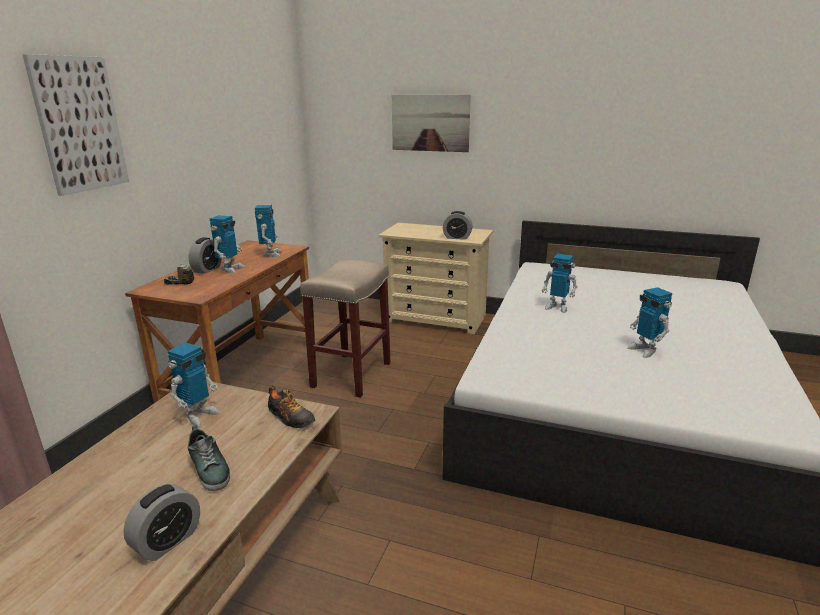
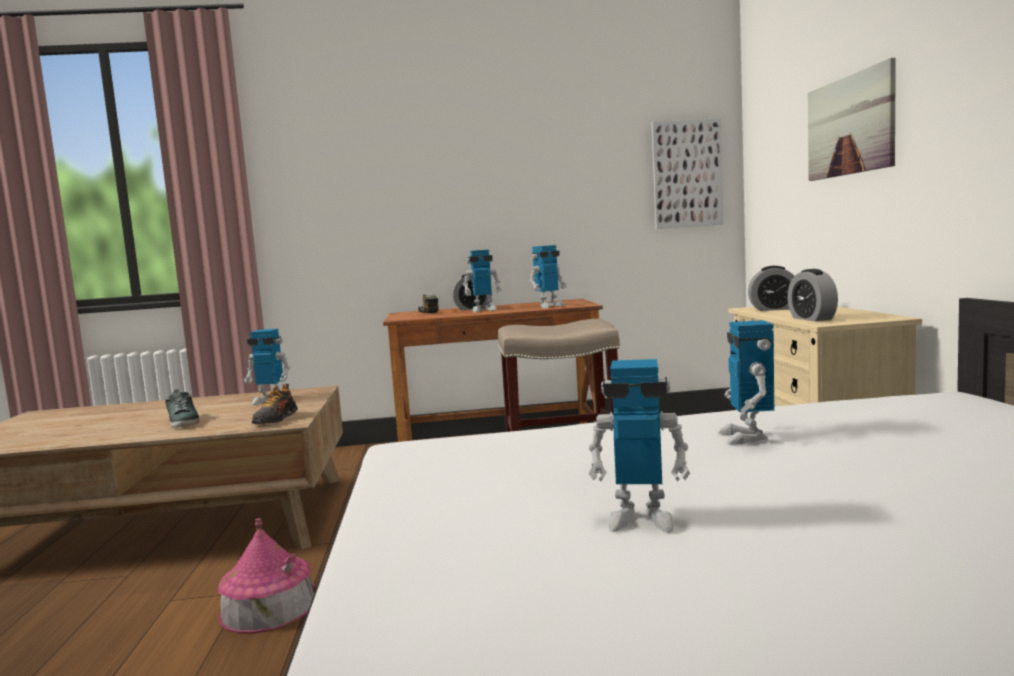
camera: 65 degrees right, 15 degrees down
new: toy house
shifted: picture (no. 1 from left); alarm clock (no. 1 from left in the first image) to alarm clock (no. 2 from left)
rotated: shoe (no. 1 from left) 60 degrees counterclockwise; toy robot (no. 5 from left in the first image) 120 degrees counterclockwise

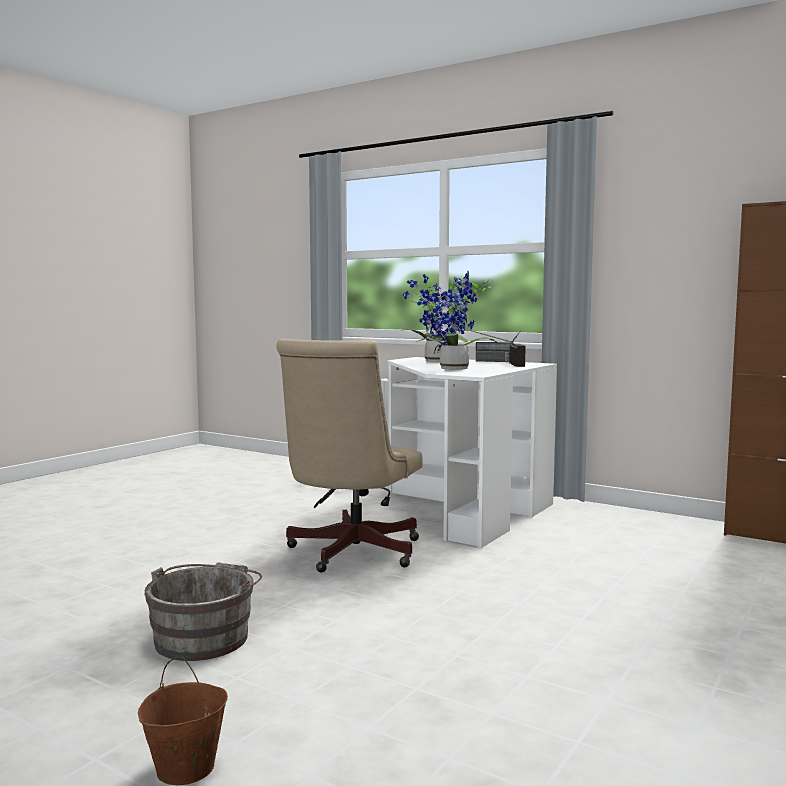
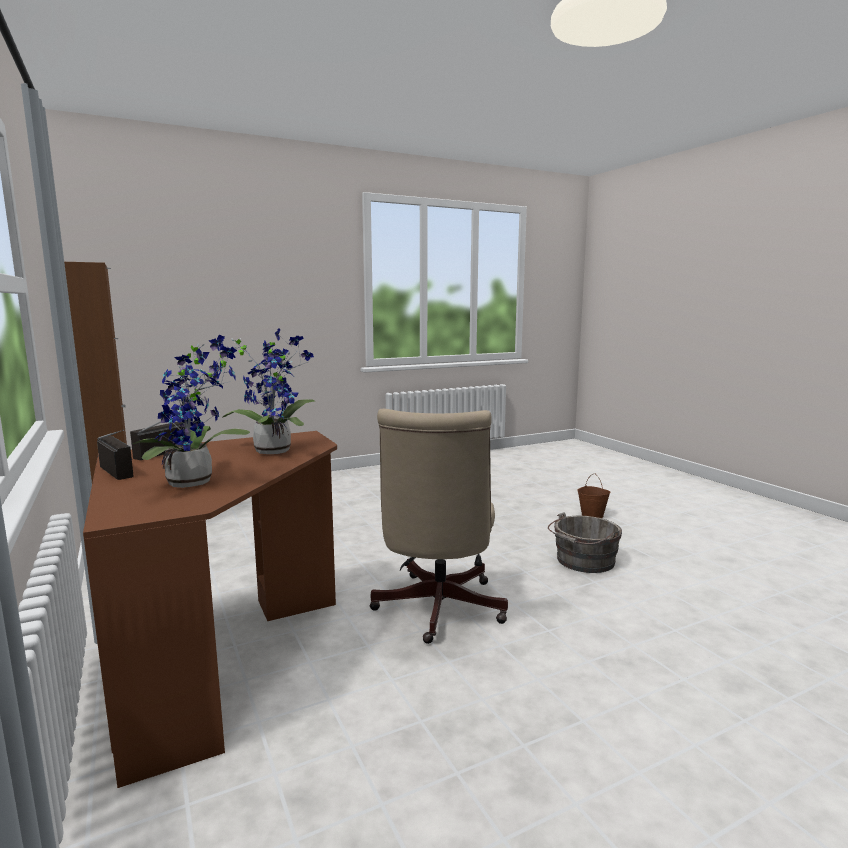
camera: 150 degrees left, 5 degrees up
repainted: white desk to brown desk
rotated: beige office chair 135 degrees clockwise

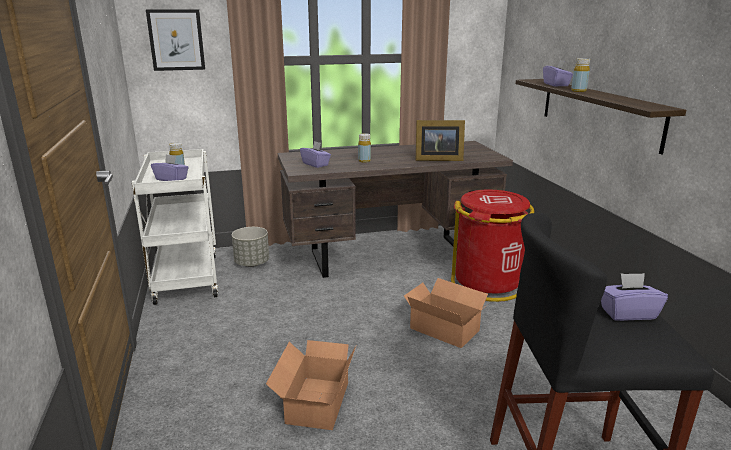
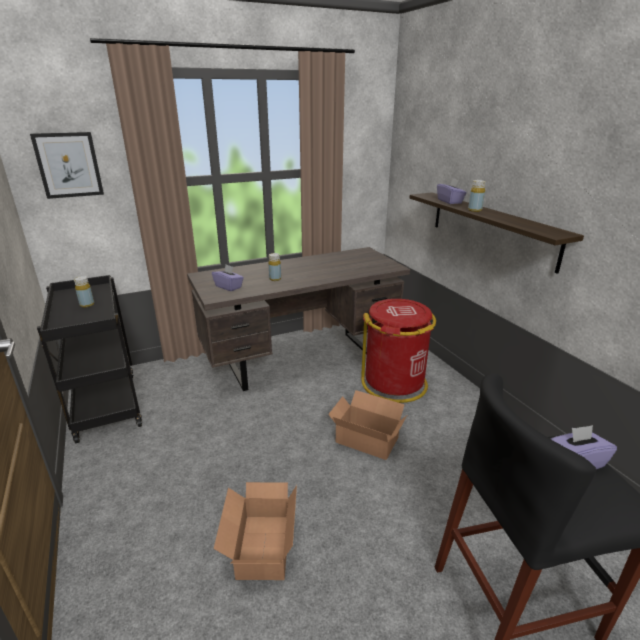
camera: 10 degrees left, 5 degrees up
gone: purple tissue box (no. 1 from left); grey planter; picture frame
repainted: white cart to black cart

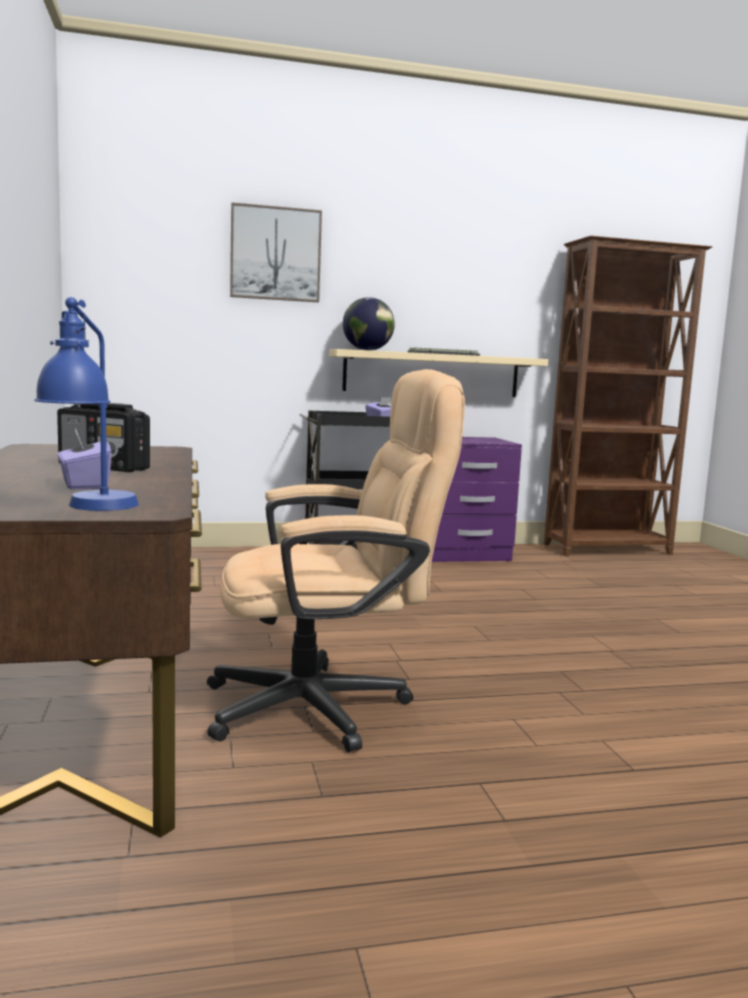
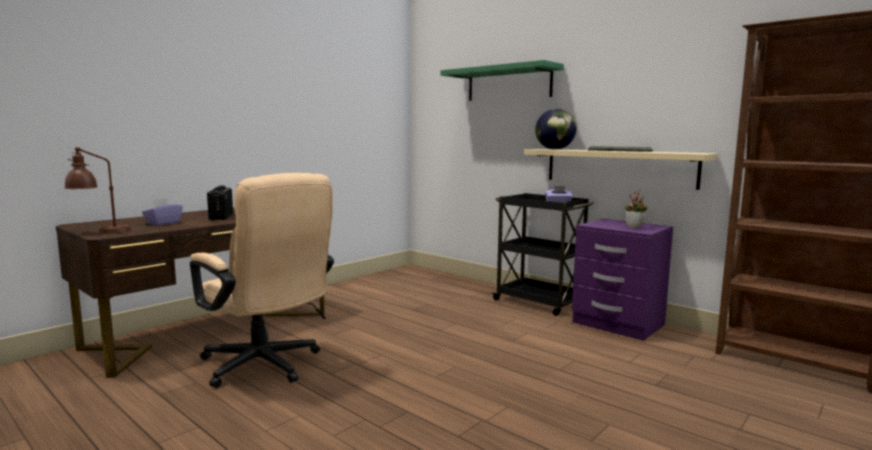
camera: 55 degrees right, 0 degrees up
new: potted plant
swapped: picture to green shelf
repainted: blue table lamp to brown table lamp

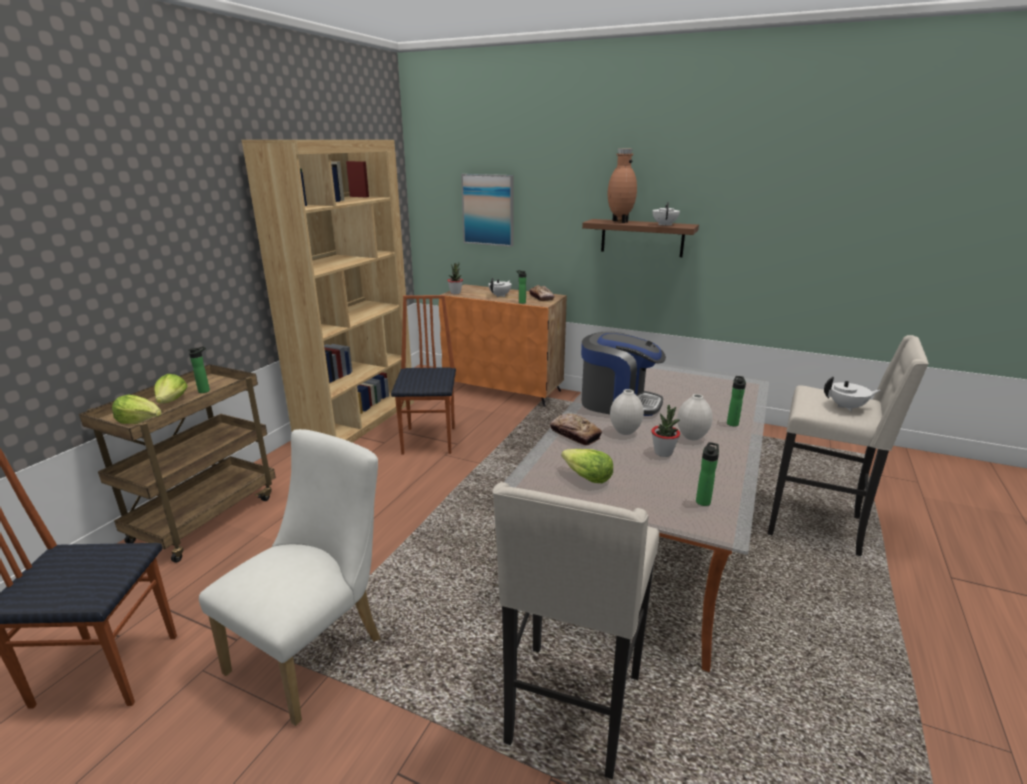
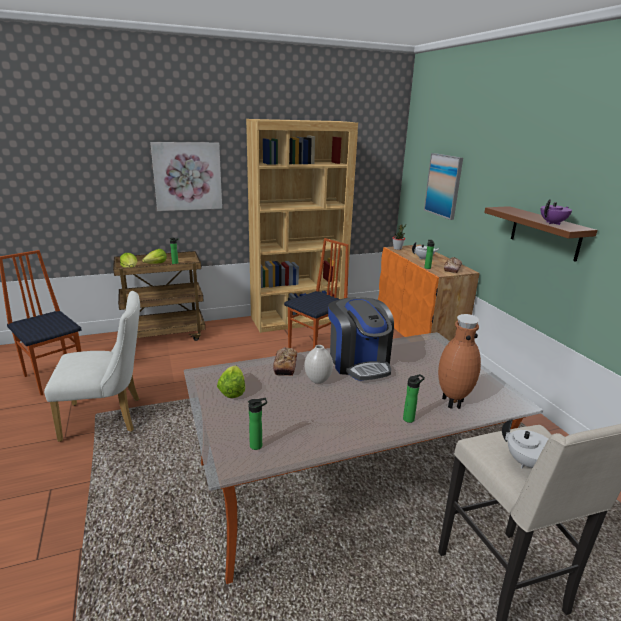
camera: 45 degrees right, 0 degrees up
gone: beige stool (no. 1 from left); potted plant (no. 2 from left); white vase (no. 2 from left)
new: picture (no. 1 from left)
shifted: brown vase
repainted: white teapot (no. 2 from left) to purple teapot

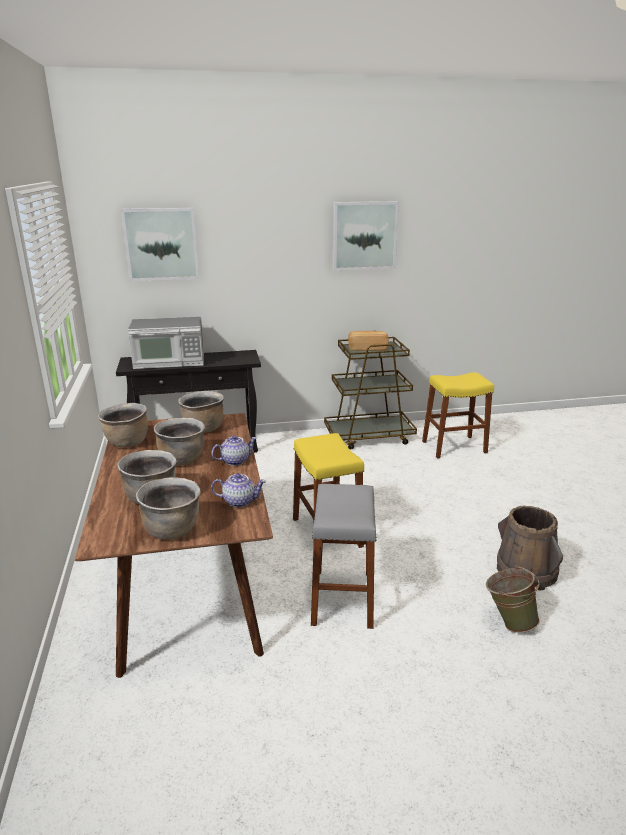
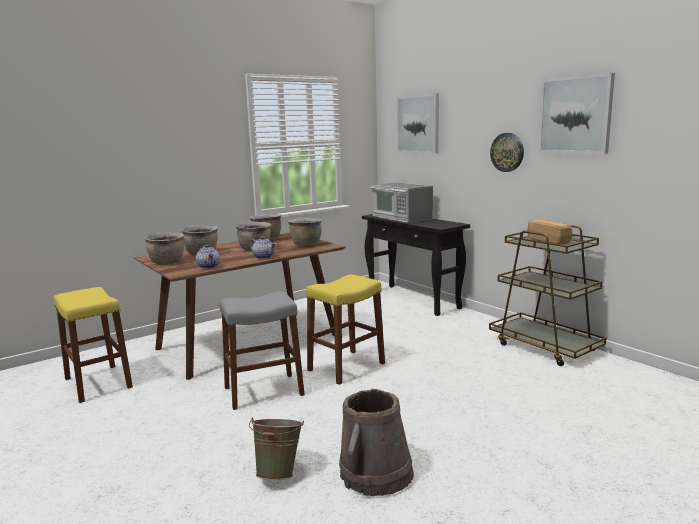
camera: 65 degrees right, 10 degrees down
new: wall clock
shifted: yellow stool (no. 2 from left in the first image) to yellow stool (no. 1 from left)

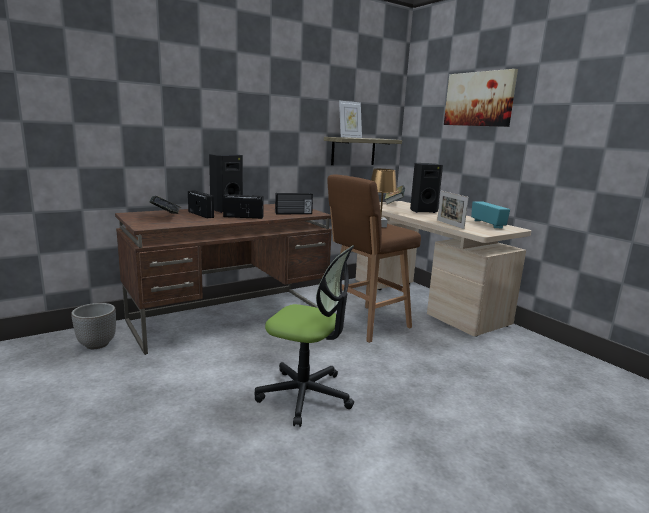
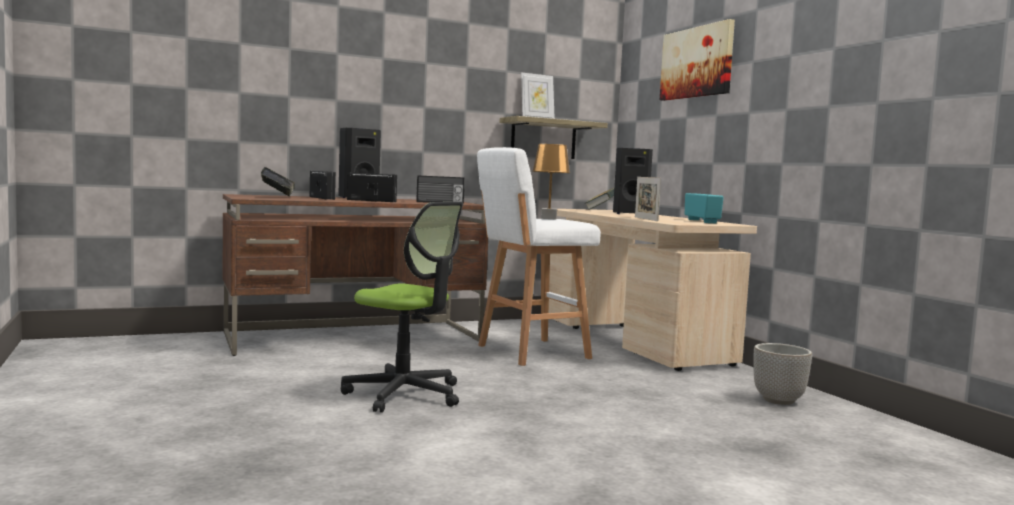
camera: 10 degrees right, 10 degrees down
shifted: planter
repainted: brown stool to white stool

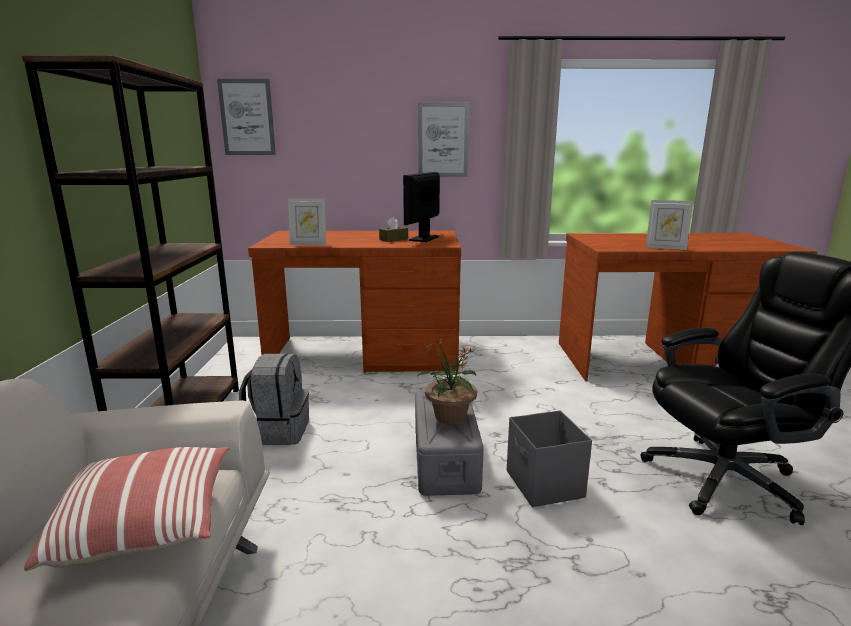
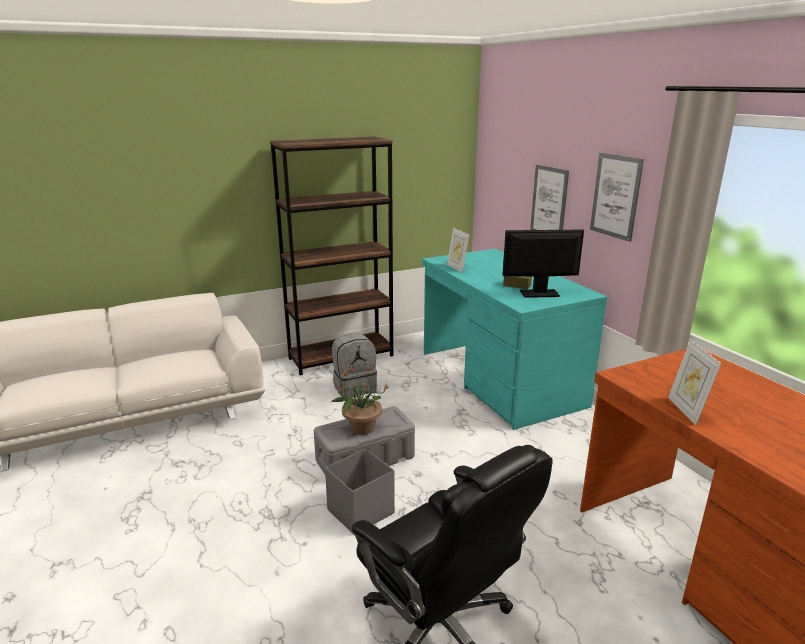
camera: 65 degrees right, 5 degrees up
gone: pillow
shifted: picture (no. 1 from left)
repainted: brown desk (no. 1 from left) to turquoise desk

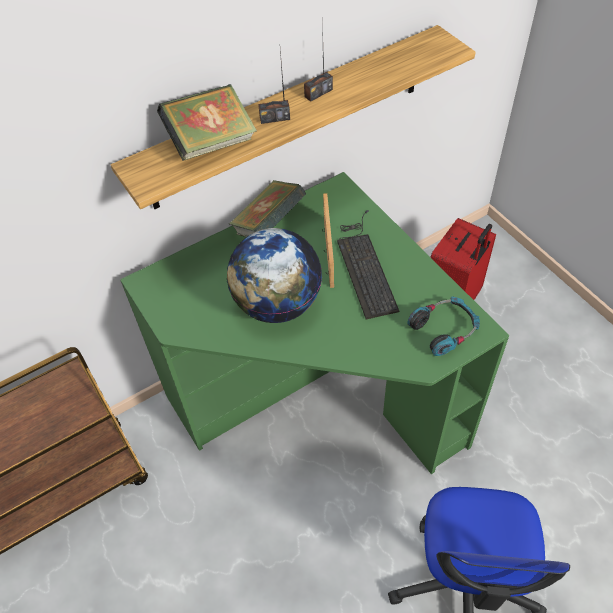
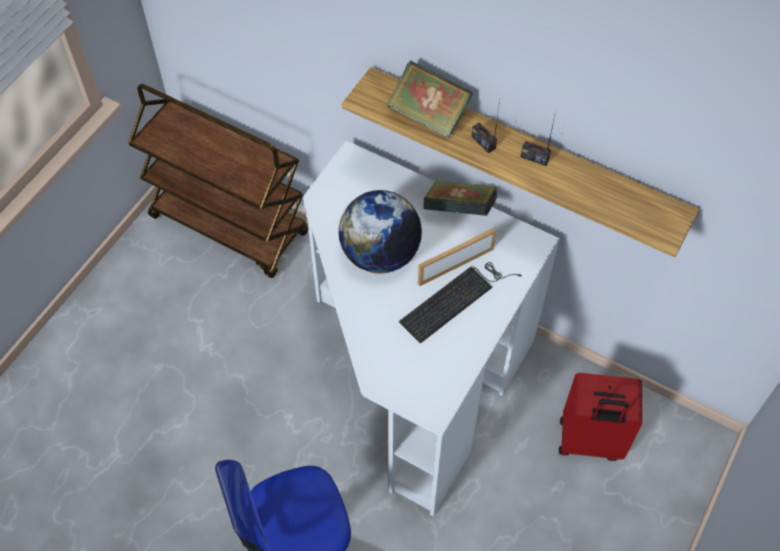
camera: 60 degrees right, 5 degrees up
gone: headphones
repainted: green desk to white desk

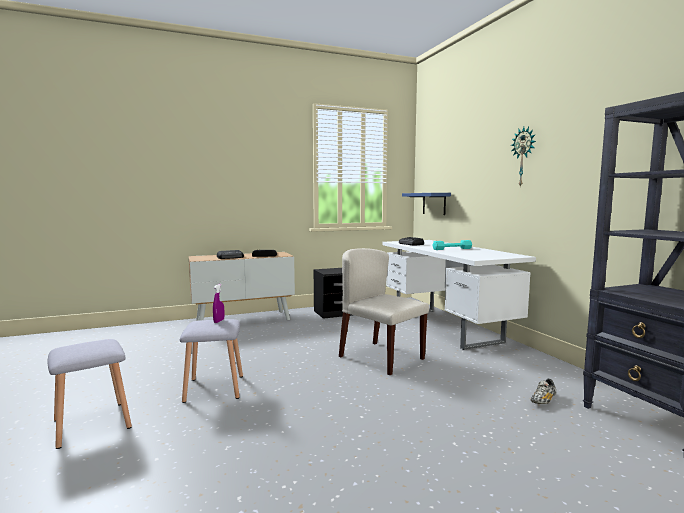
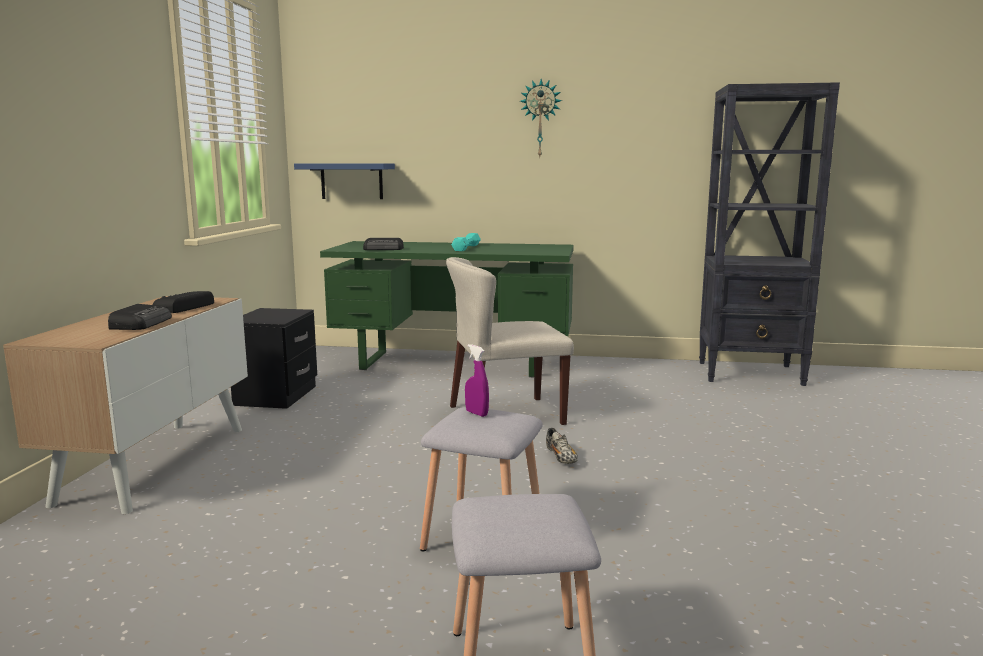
camera: 60 degrees left, 5 degrees up
shifted: shoe
repainted: white desk to green desk

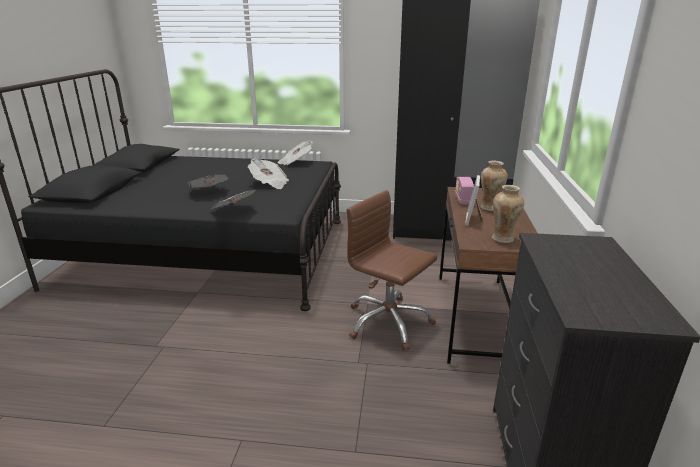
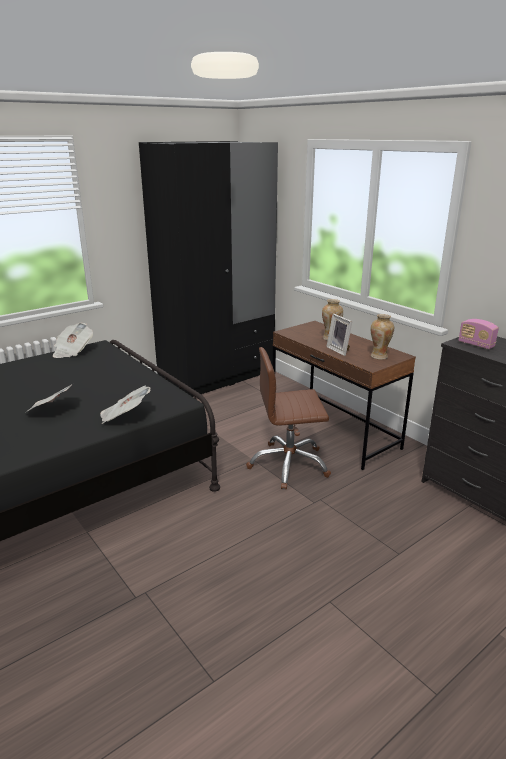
camera: 45 degrees left, 0 degrees up
gone: newspaper (no. 3 from left)
shifted: radio

